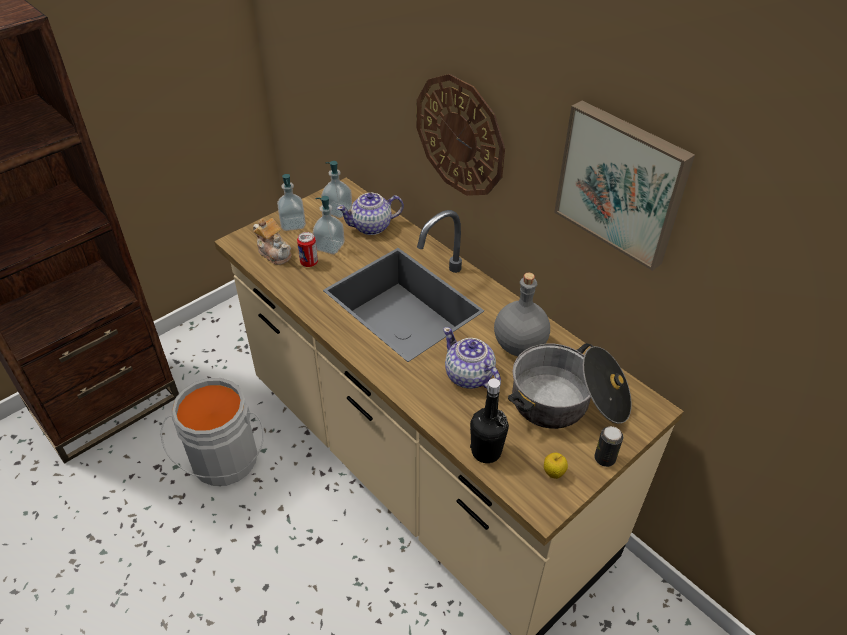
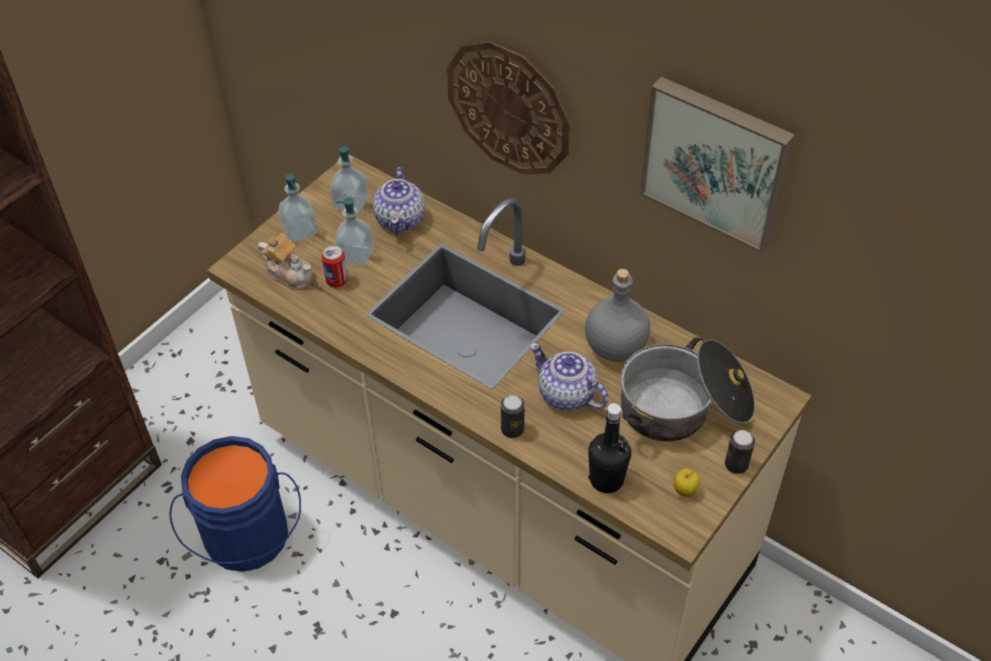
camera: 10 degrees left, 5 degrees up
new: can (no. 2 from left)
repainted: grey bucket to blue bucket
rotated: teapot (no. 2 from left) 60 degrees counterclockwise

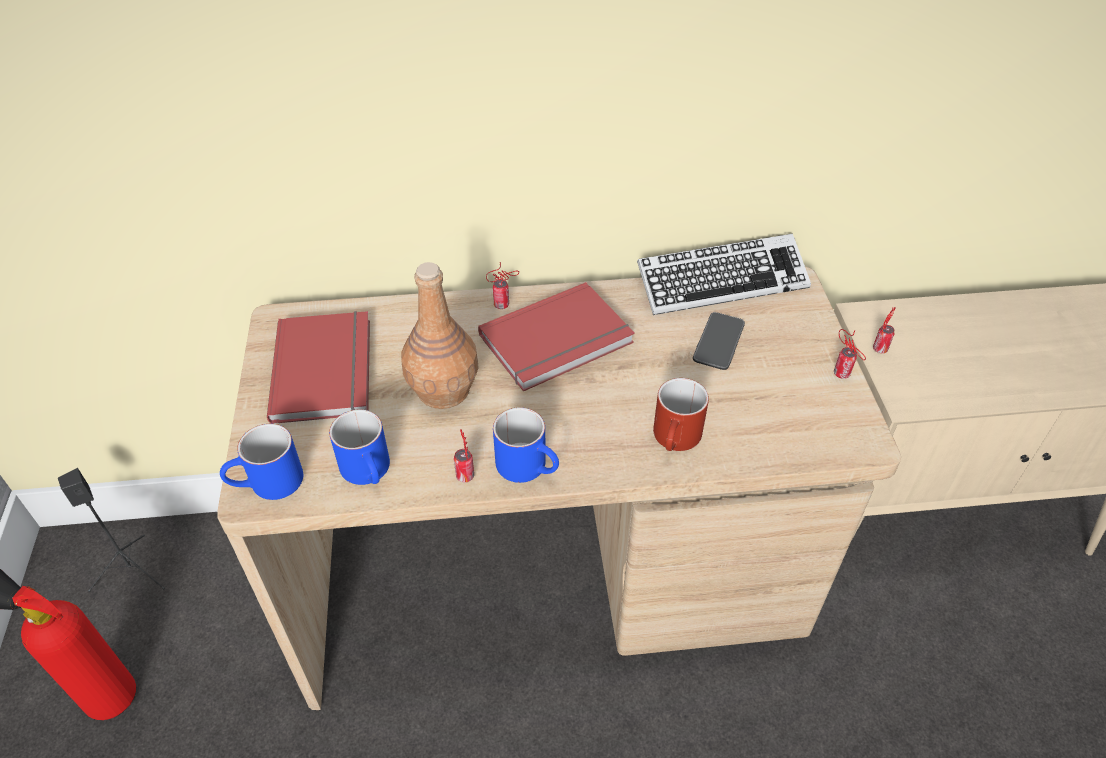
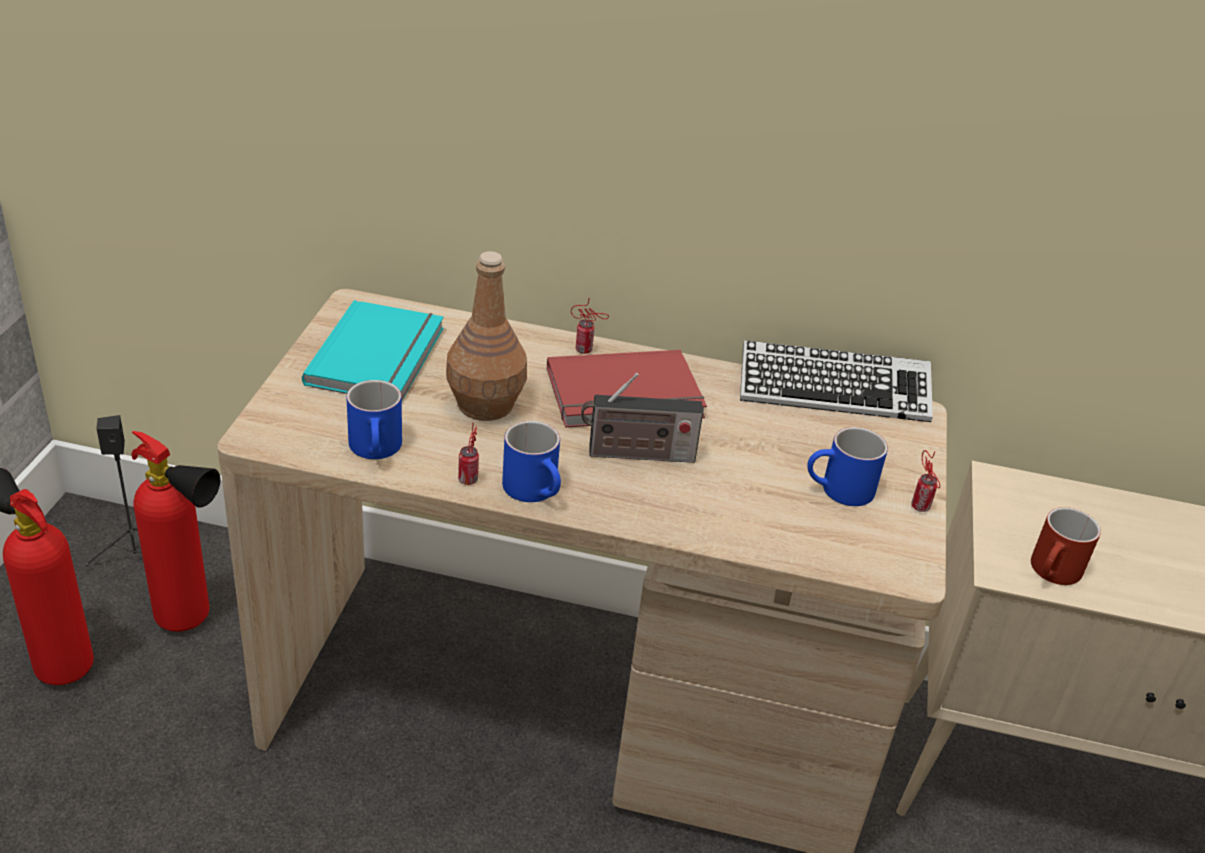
camera: 15 degrees right, 10 degrees down
gone: phone; can (no. 4 from left)
new: fire extinguisher (no. 2 from left); radio
shifted: blue mug (no. 1 from left in the first image) to blue mug (no. 3 from left); red mug
repainted: red book (no. 1 from left) to turquoise book

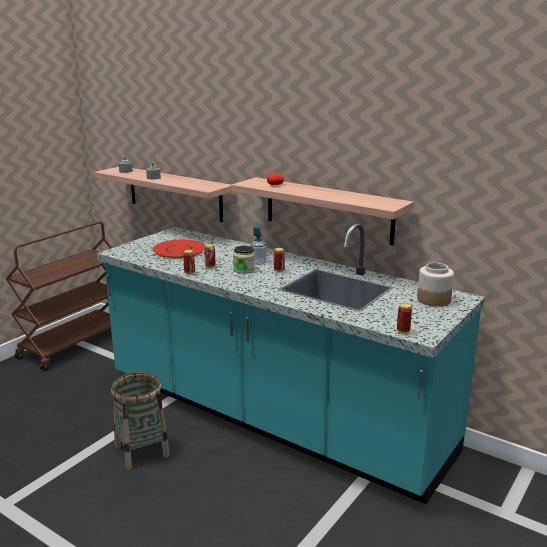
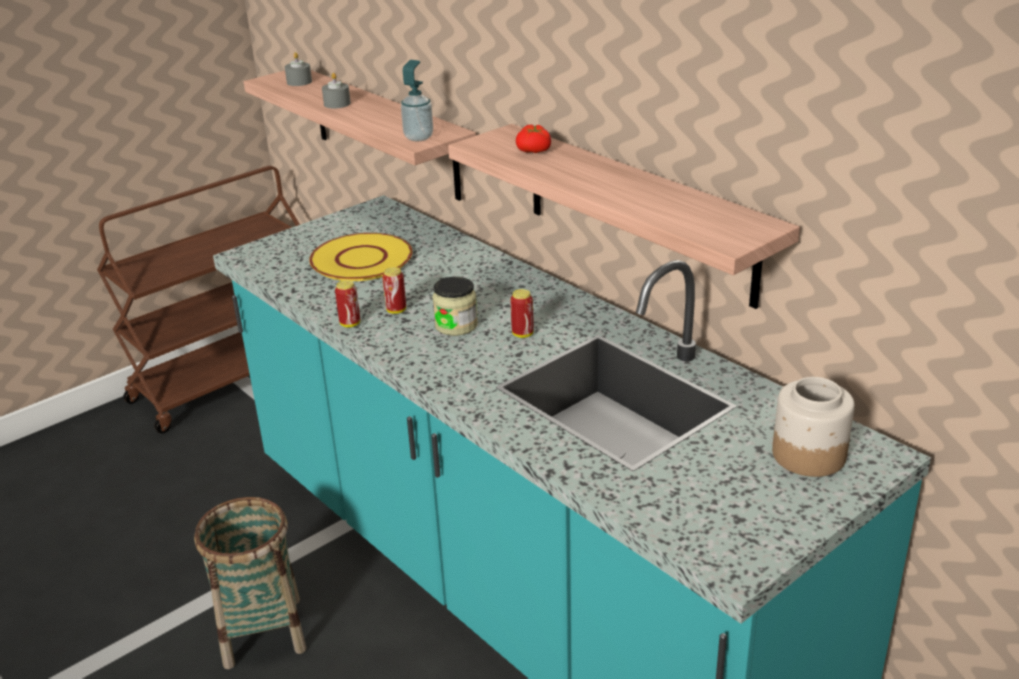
camera: 15 degrees right, 10 degrees up
gone: can (no. 4 from left)
shifted: soap dispenser
repainted: red plate to yellow plate

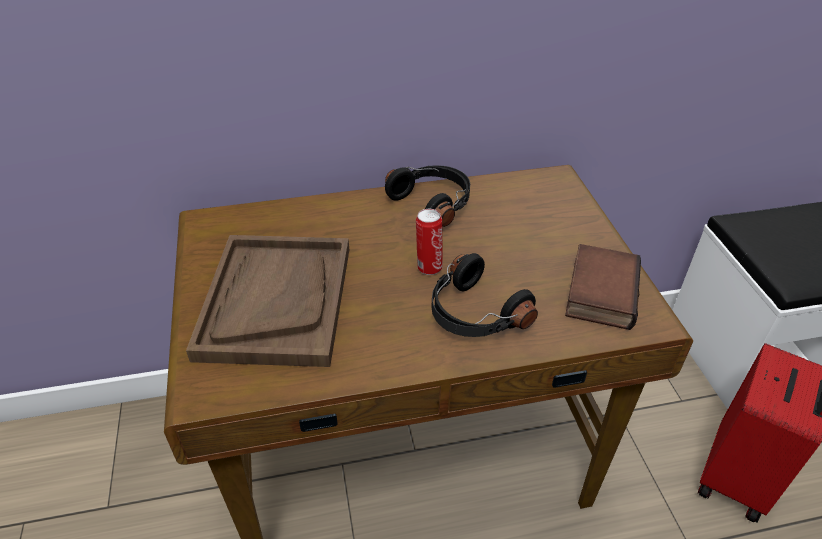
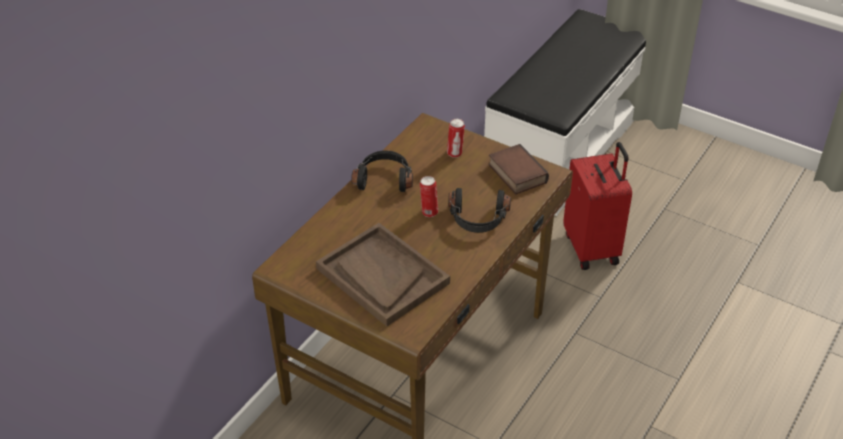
camera: 45 degrees left, 0 degrees up
new: can (no. 2 from left)

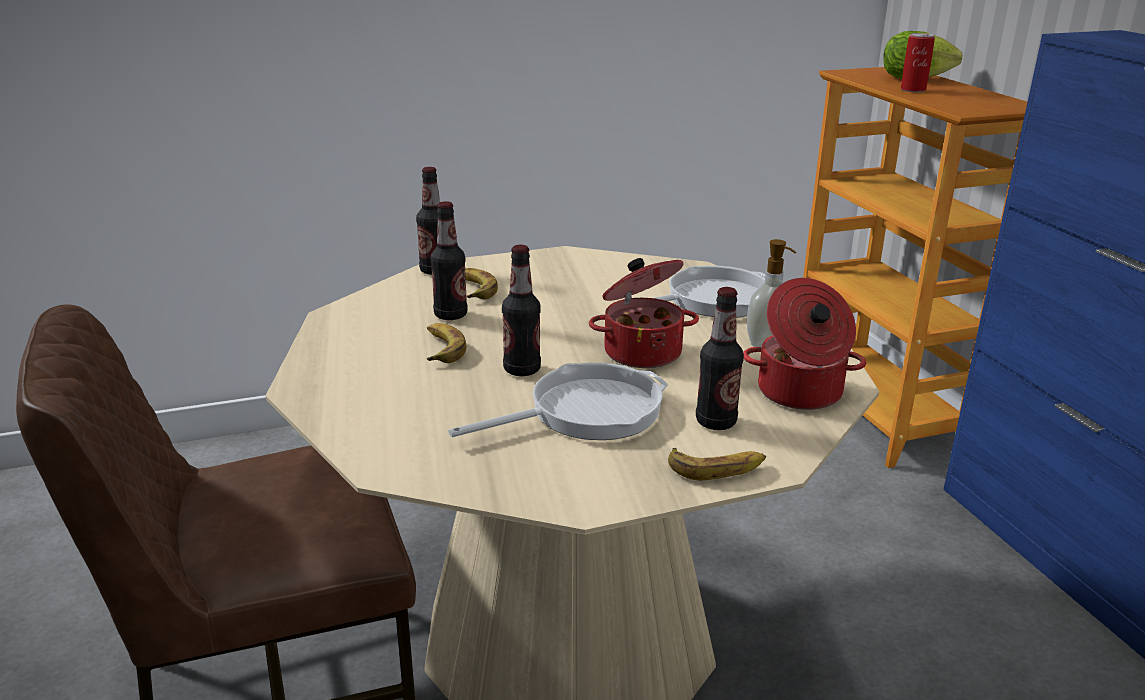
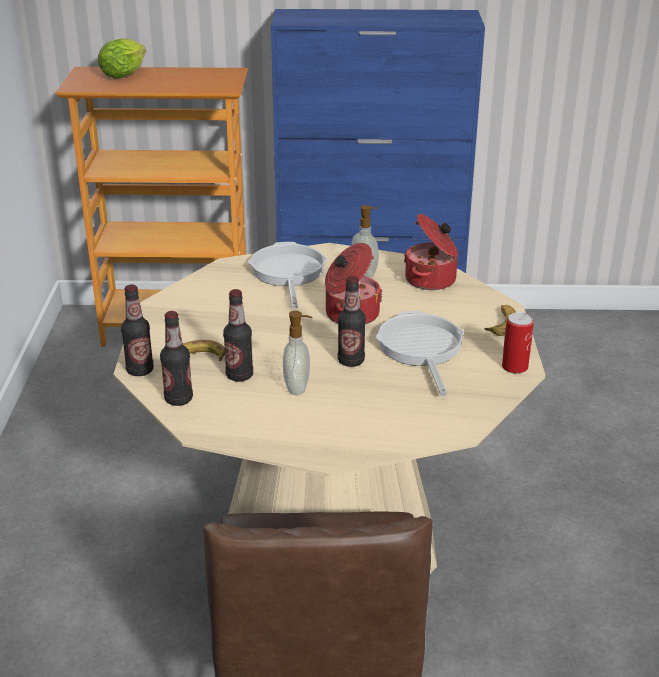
camera: 70 degrees left, 5 degrees up
shifted: bottle (no. 4 from left in the first image) to bottle (no. 2 from left); can
swapped: banana (no. 1 from left) to soap dispenser (no. 1 from left)

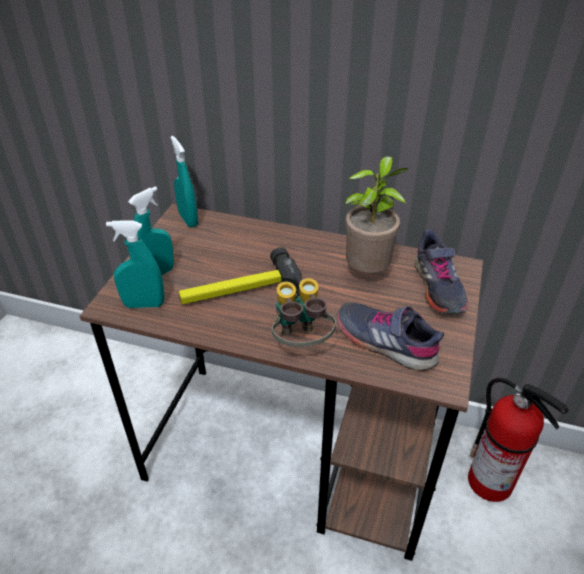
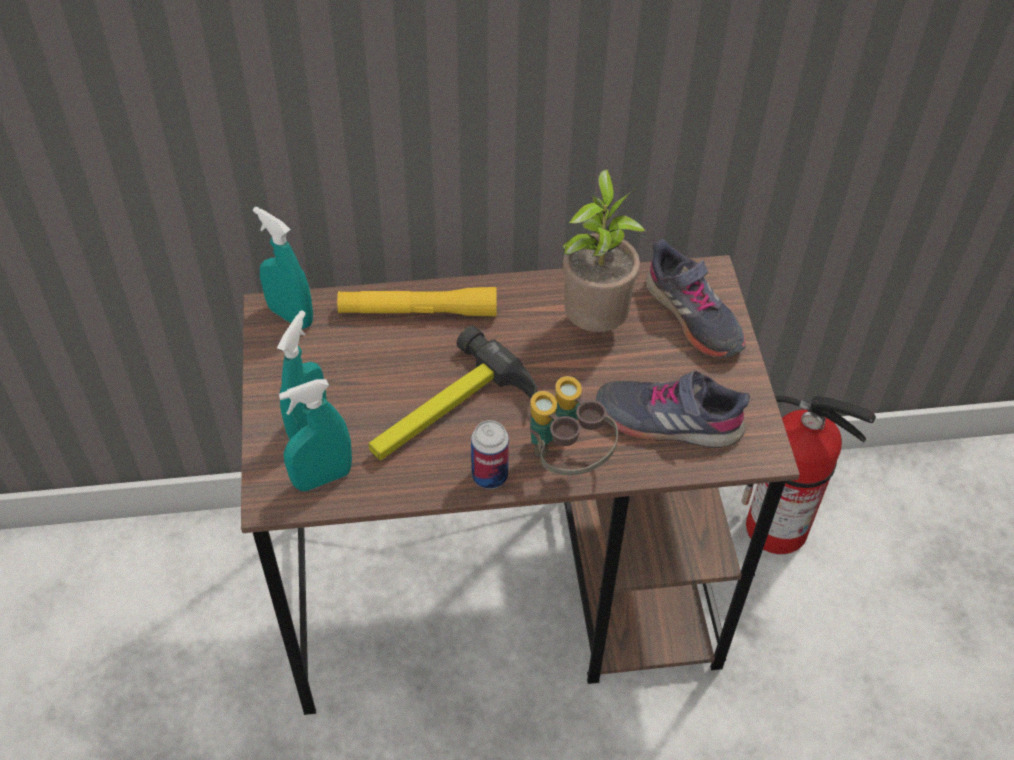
camera: 25 degrees left, 10 degrees up
new: yellow flashlight; can

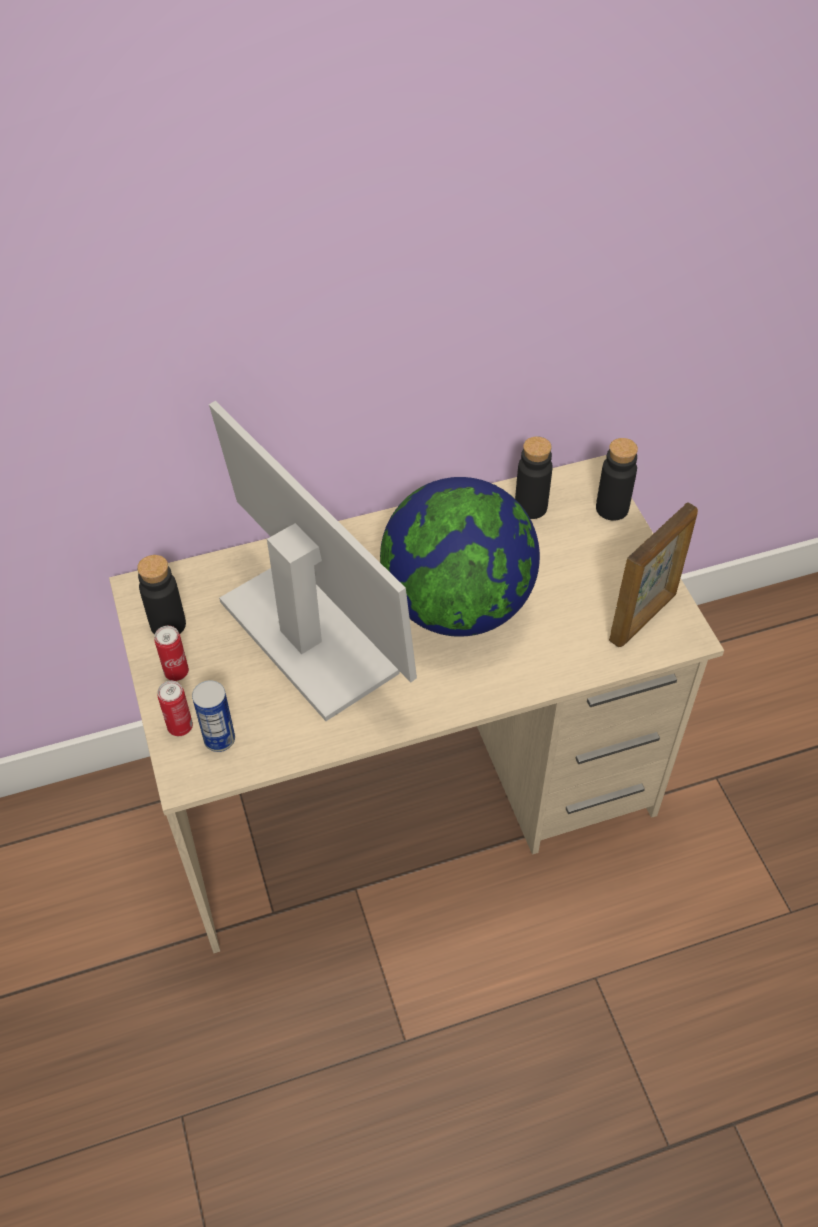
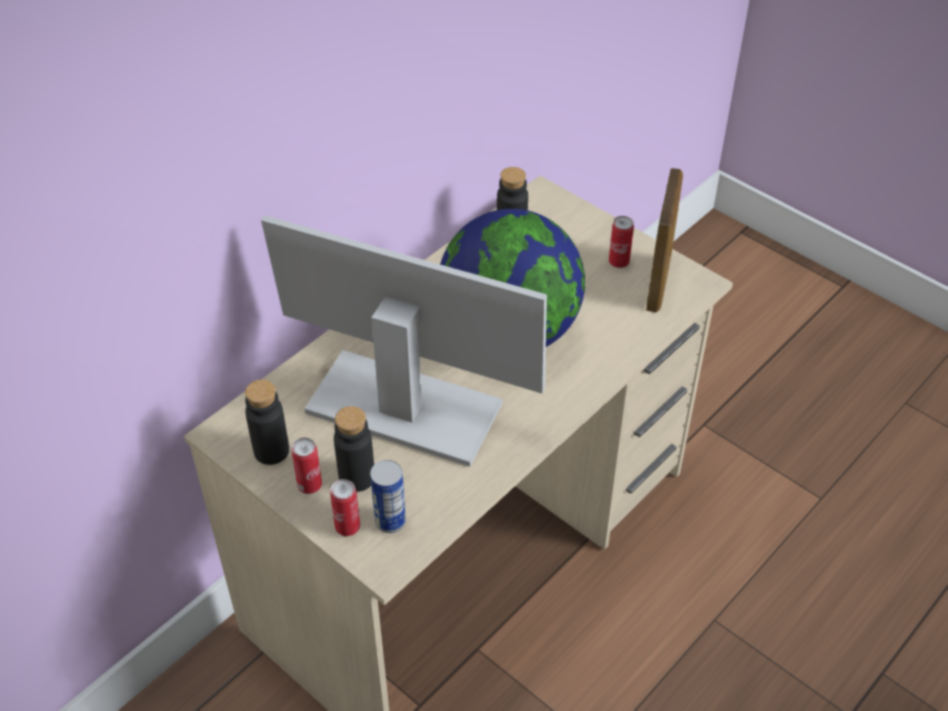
camera: 30 degrees left, 5 degrees down
new: can (no. 4 from left)
shifted: black bottle (no. 3 from left in the first image) to black bottle (no. 2 from left)

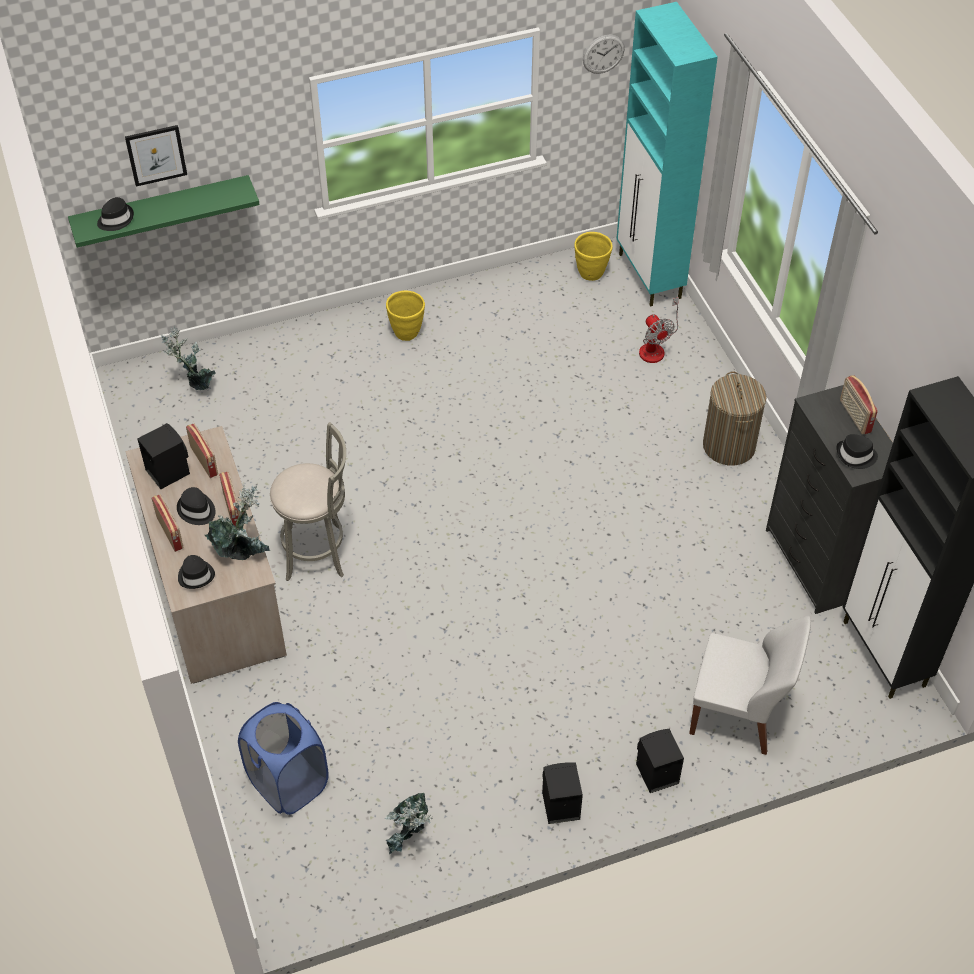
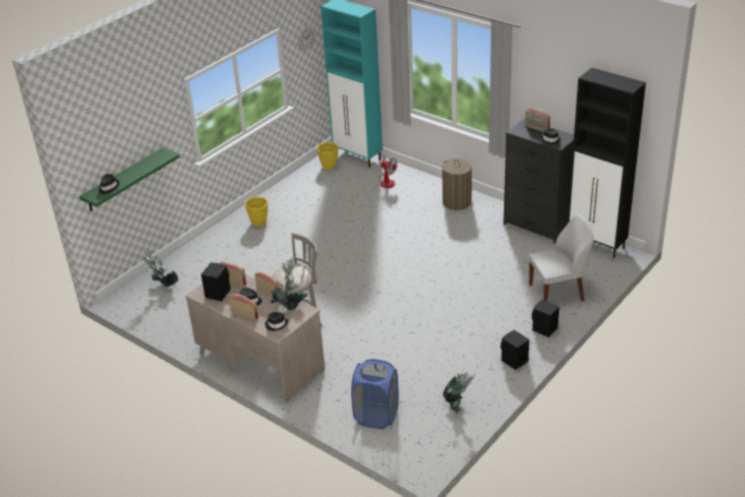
camera: 30 degrees left, 15 degrees down
gone: picture

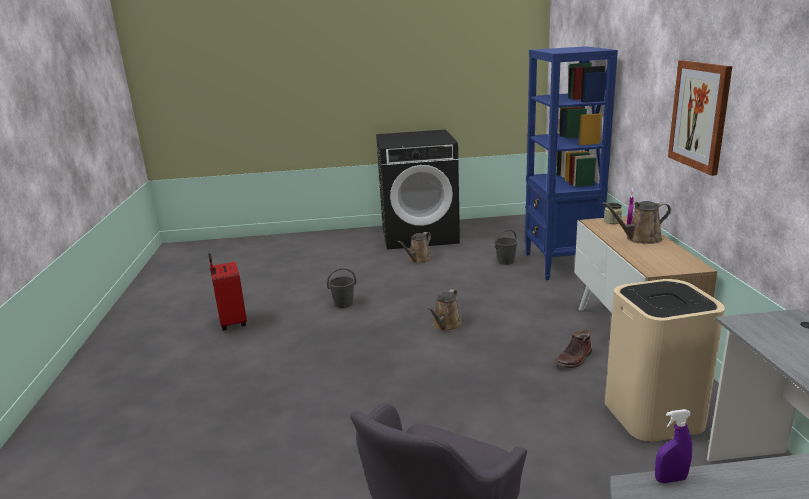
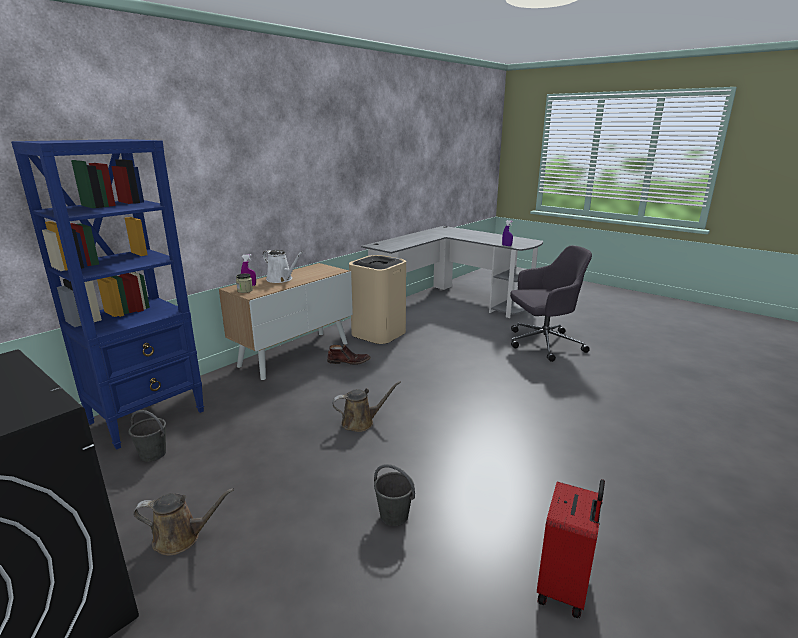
camera: 135 degrees left, 0 degrees up
gone: picture
repainted: brown watering can (no. 3 from left) to white watering can

